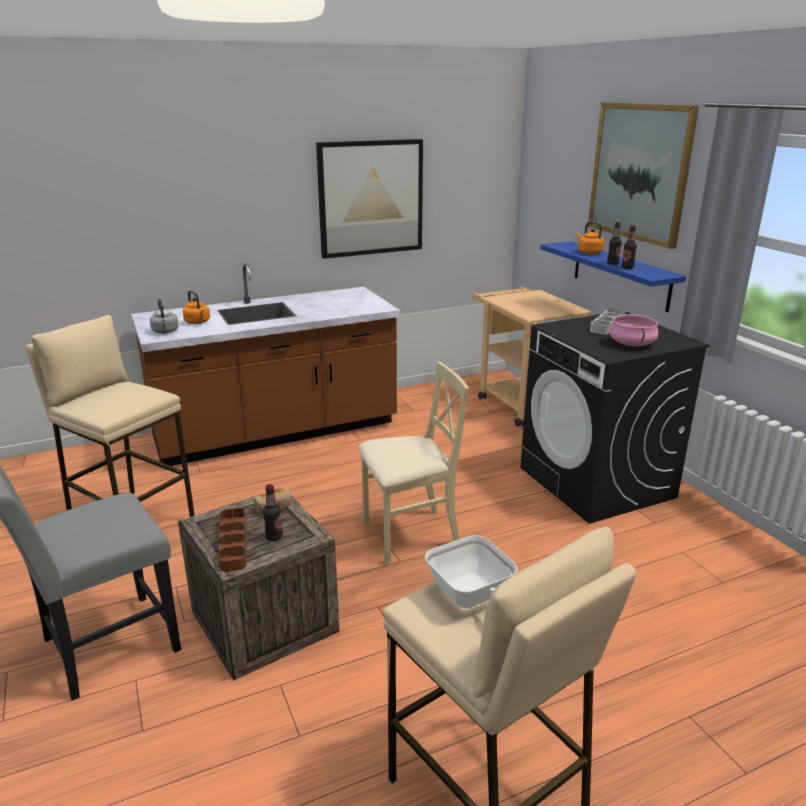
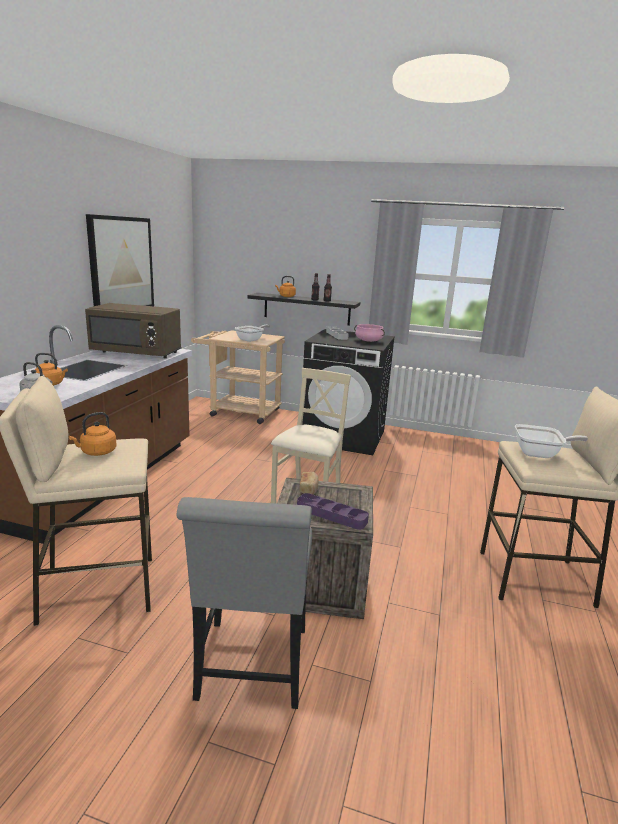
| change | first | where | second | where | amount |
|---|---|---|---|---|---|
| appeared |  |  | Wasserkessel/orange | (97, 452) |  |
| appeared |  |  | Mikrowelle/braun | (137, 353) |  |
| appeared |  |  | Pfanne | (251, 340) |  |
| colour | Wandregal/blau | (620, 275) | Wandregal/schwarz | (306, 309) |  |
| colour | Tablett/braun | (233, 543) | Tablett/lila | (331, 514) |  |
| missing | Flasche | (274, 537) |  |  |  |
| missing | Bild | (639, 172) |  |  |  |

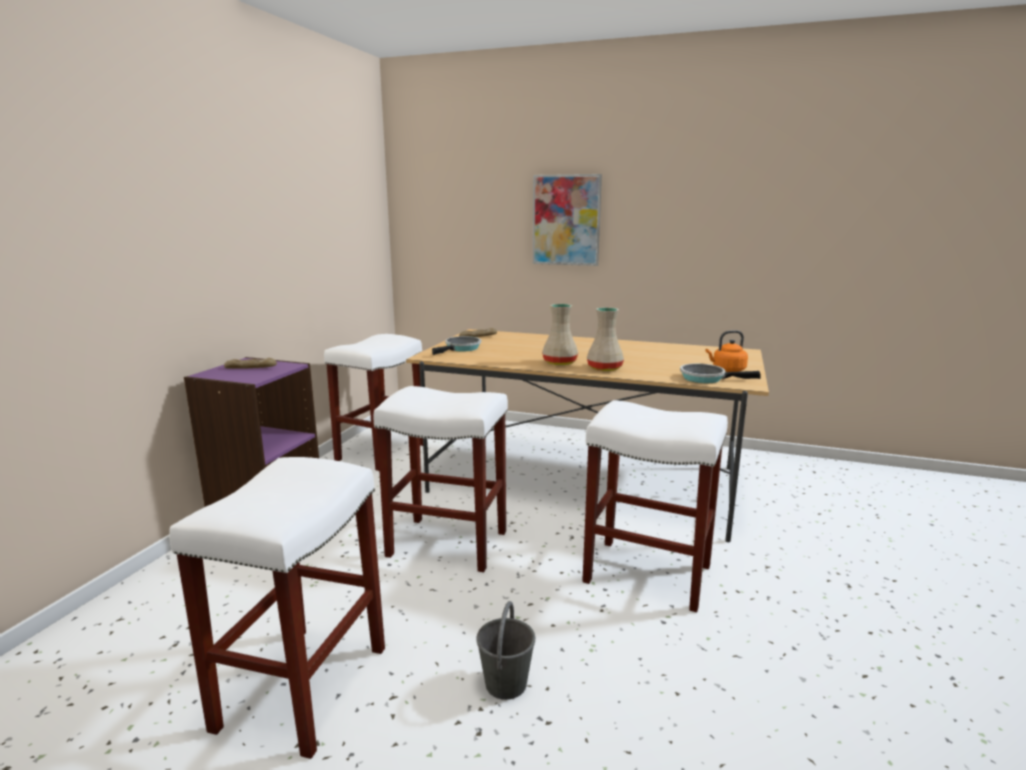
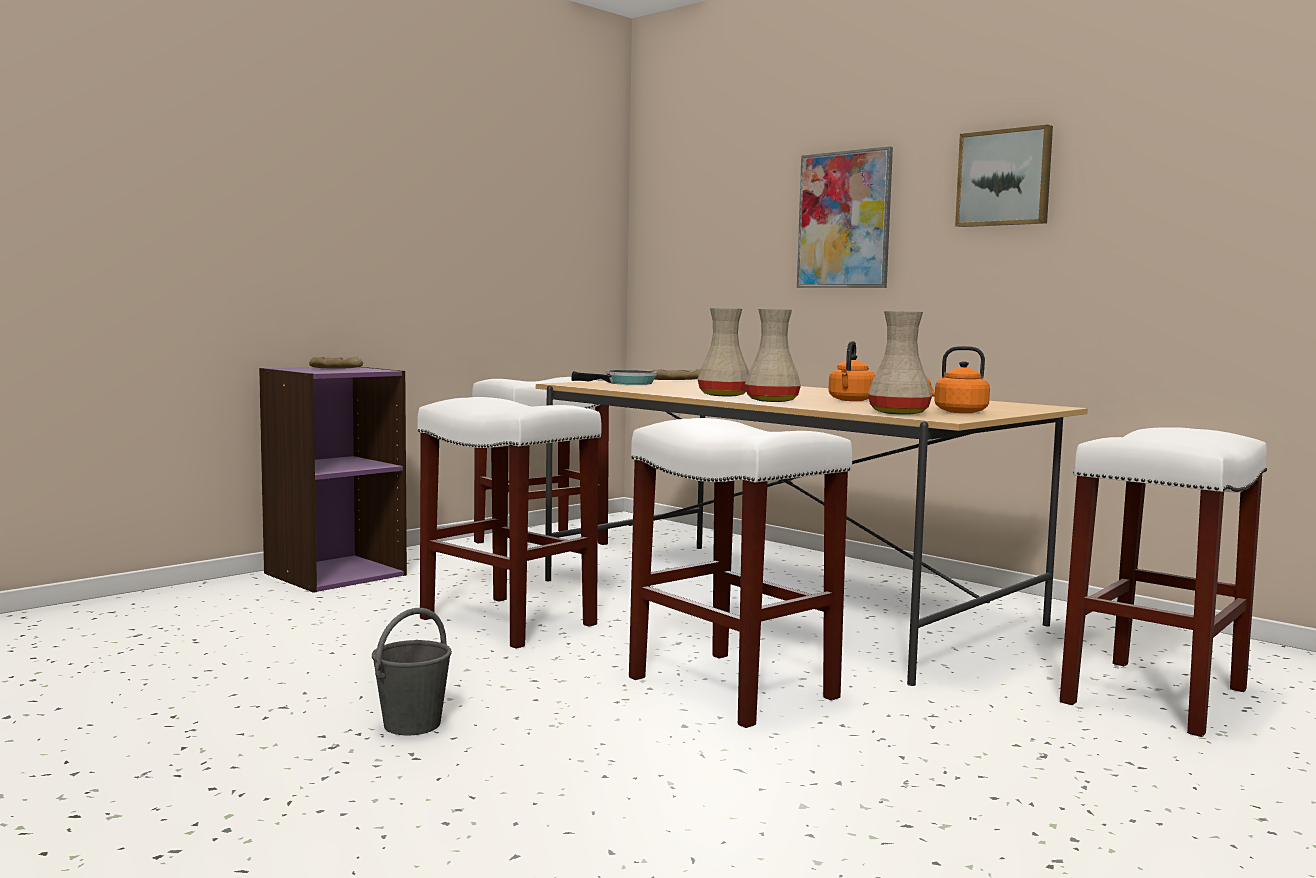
| change | first | where | second | where | amount |
|---|---|---|---|---|---|
| appeared |  |  | Wasserkessel/orange | (851, 400) |  |
| exchanged | Pfanne | (706, 378) | Vase/beige | (897, 412) |  |
| appeared |  |  | Bild | (1005, 178) |  |
| relocated | Hocker/weiß | (303, 689) |  | (1155, 697) |  |

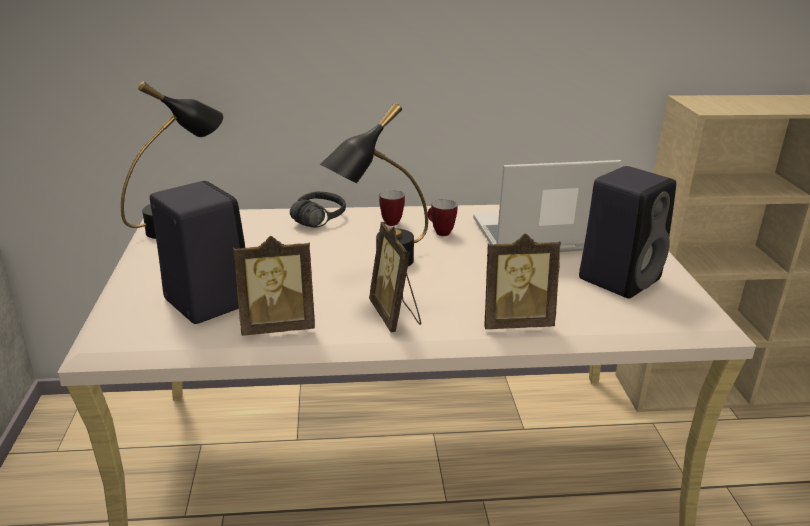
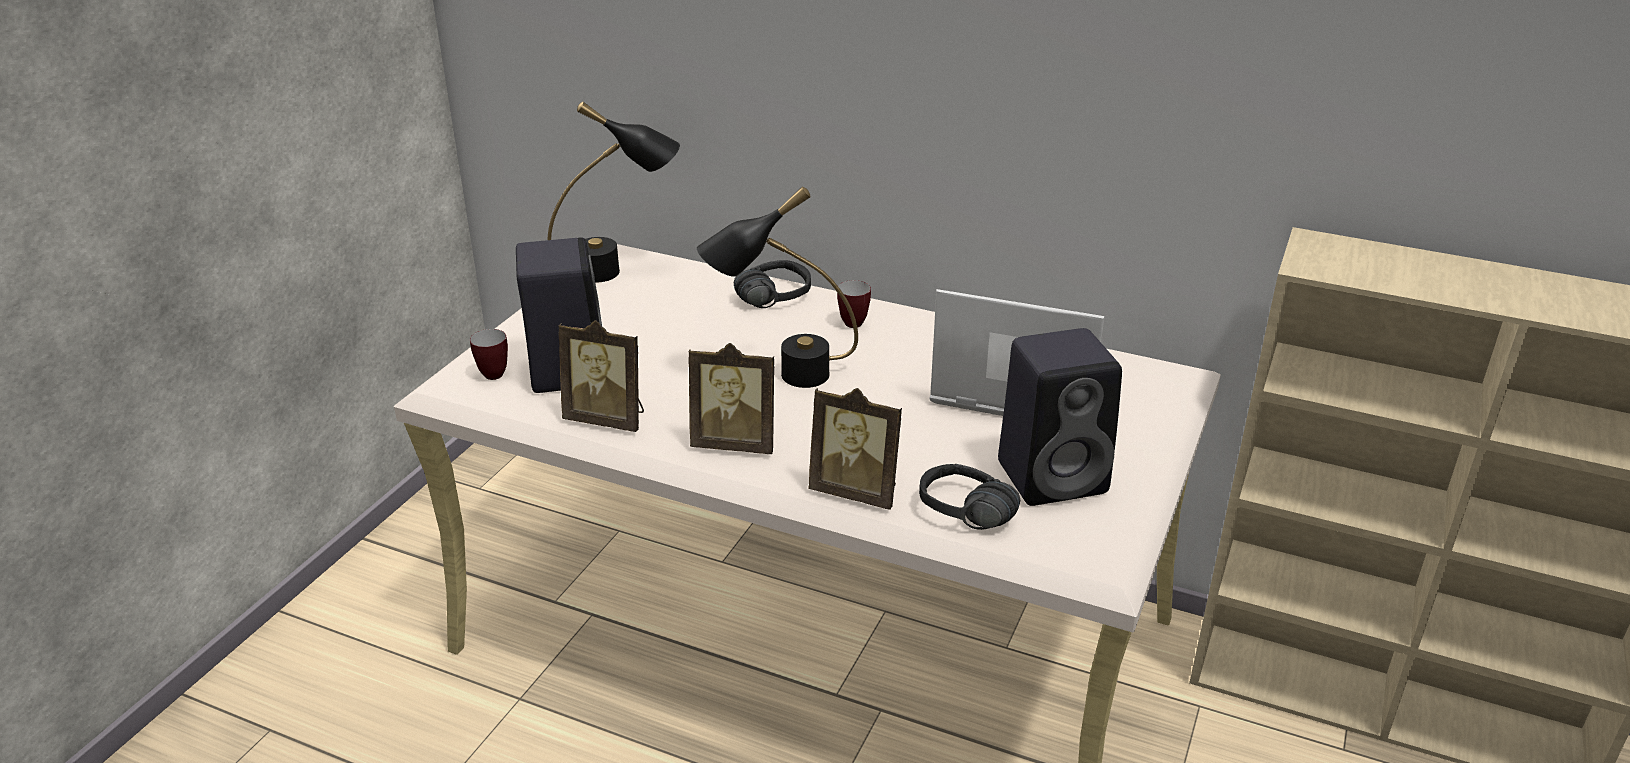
| change | first | where | second | where | amount |
|---|---|---|---|---|---|
| relocated | Henkelbecher | (439, 232) |  | (492, 372) |  |
| spun | Bilderrahmen | (395, 315) |  | (735, 443) | 90 degrees counterclockwise |
| appeared |  |  | Kopfhörer/schwarz | (960, 520) |  |

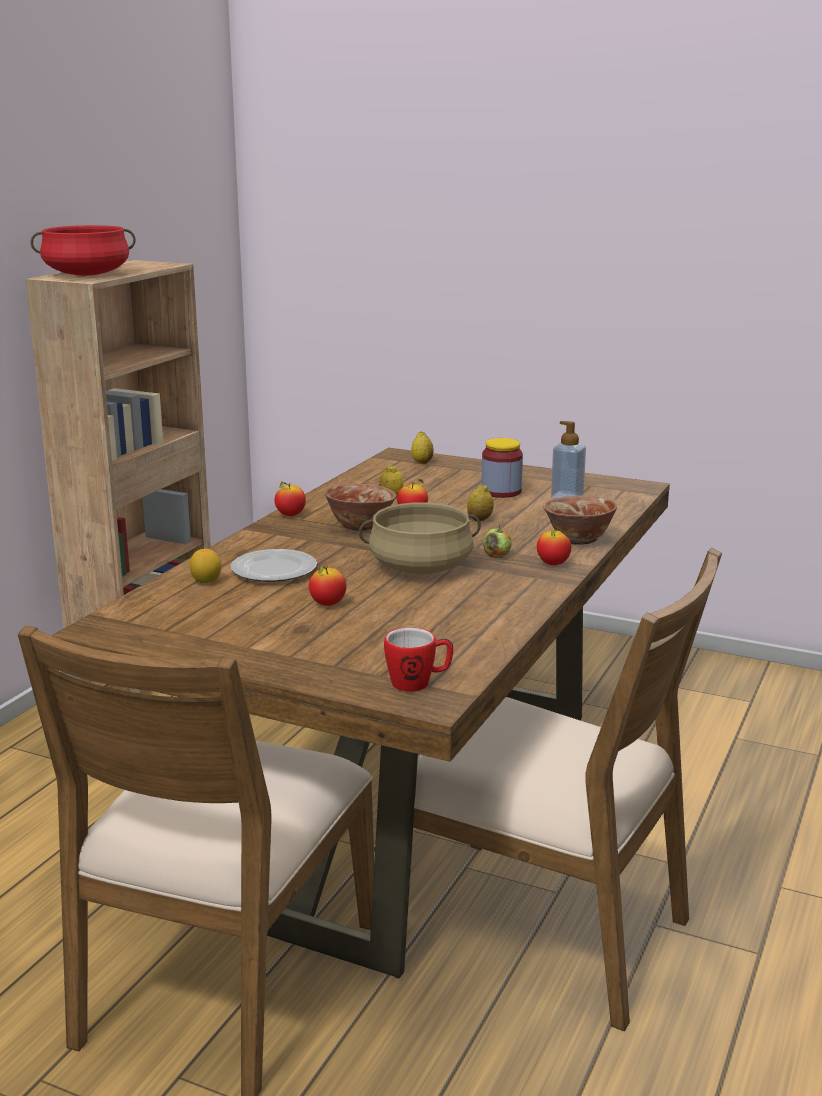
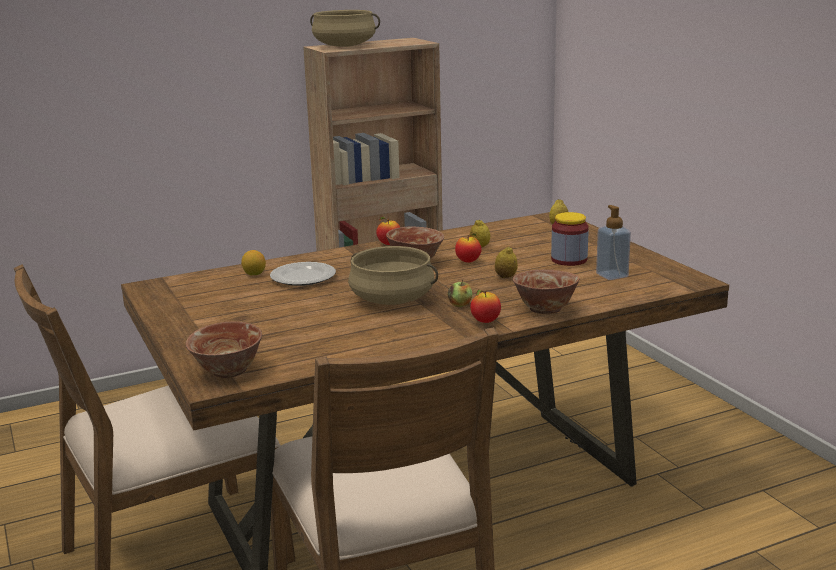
| change | first | where | second | where | amount |
|---|---|---|---|---|---|
| exchanged | Henkelbecher | (418, 683) | Schüssel | (228, 371) |  |
| colour | Kochtopf/rot | (87, 274) | Kochtopf/beige | (345, 46) |  |
| missing | Apfel | (327, 604) |  |  |  |

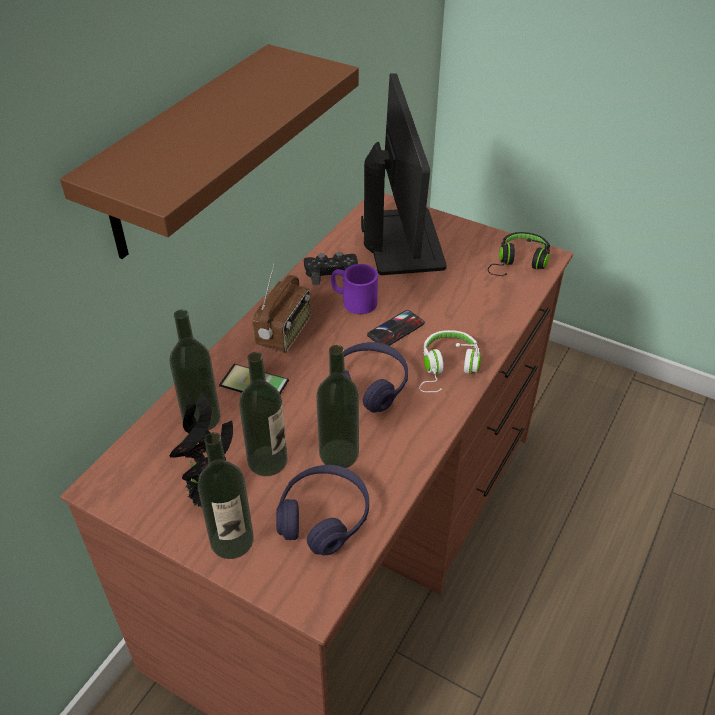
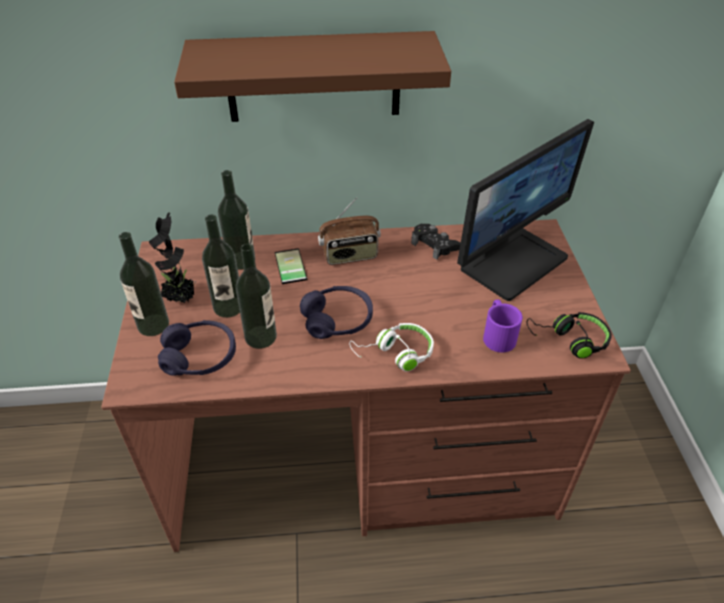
| change | first | where | second | where | amount |
|---|---|---|---|---|---|
| relocated | Henkelbecher/lila | (353, 300) |  | (497, 334) |  |
| missing | Handy | (396, 329) |  |  |  |

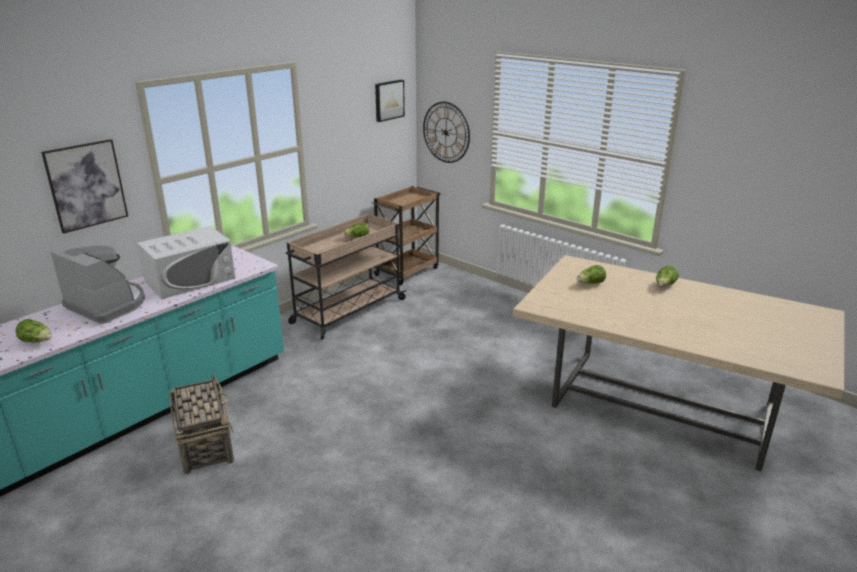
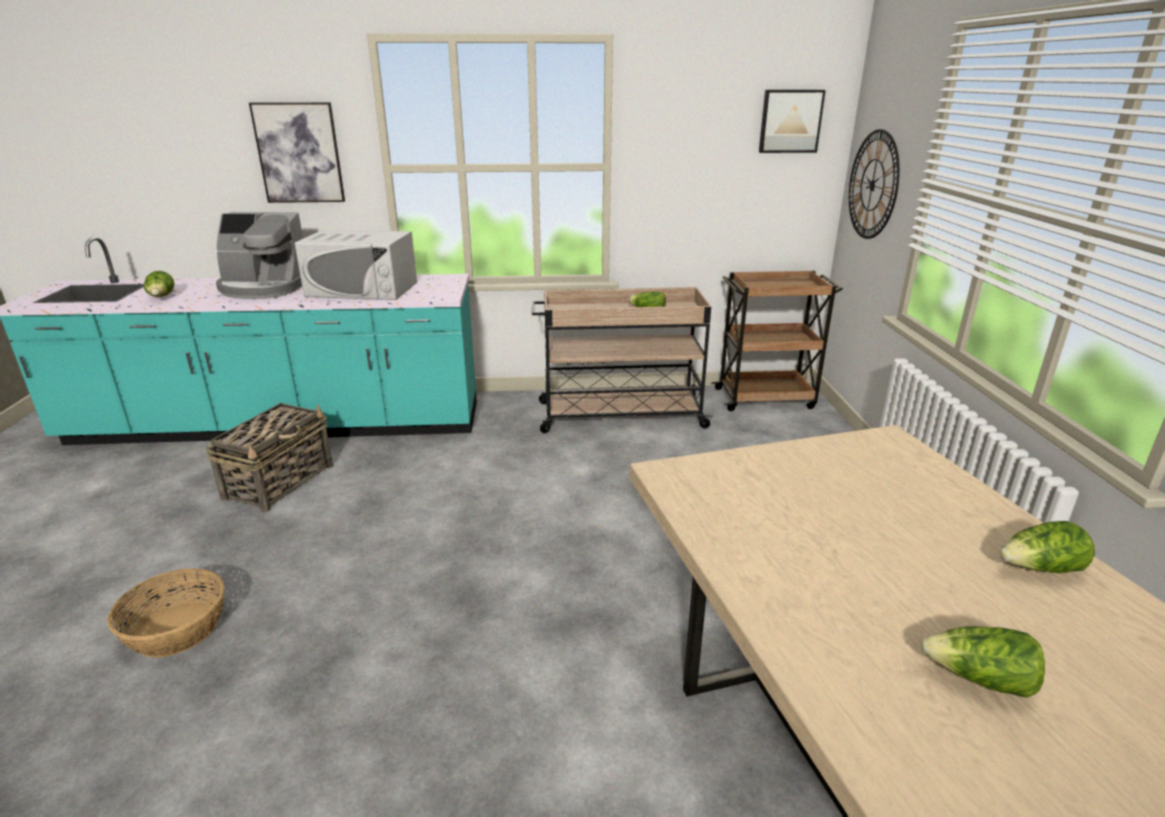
| change | first | where | second | where | amount |
|---|---|---|---|---|---|
| appeared |  |  | Korb | (176, 629) |  |
| spun | Kaffeemaschine | (108, 305) |  | (264, 288) | 105 degrees clockwise |
| relocated | Salatkopf | (590, 283) |  | (979, 680) |  |

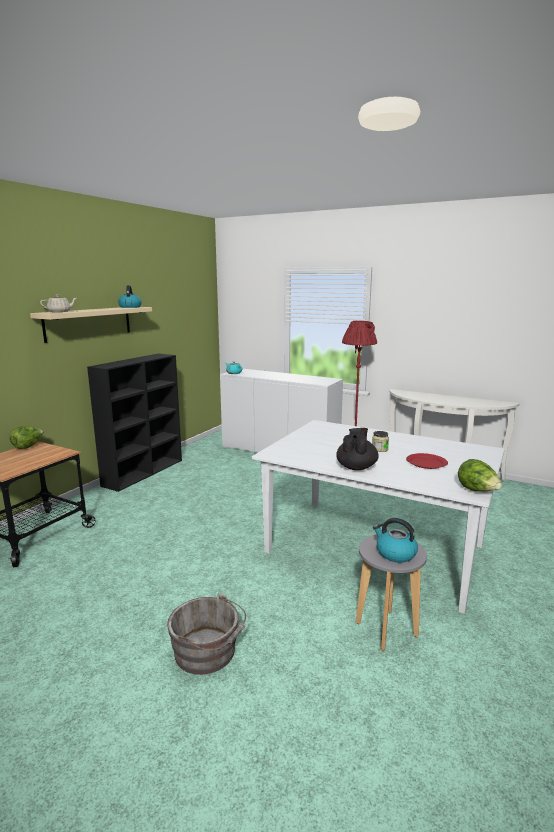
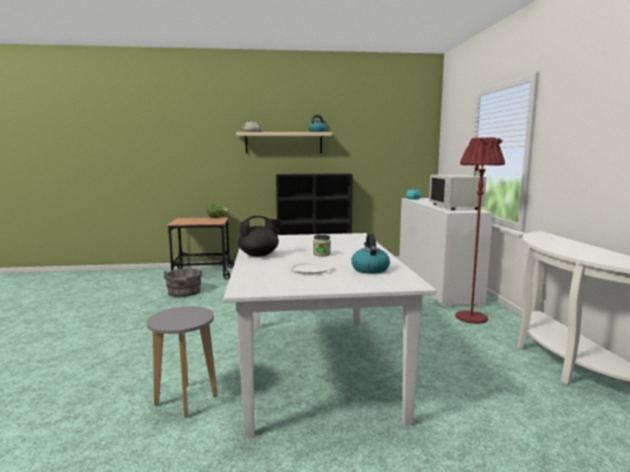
| change | first | where | second | where | amount |
|---|---|---|---|---|---|
| relocated | Eimer/grau | (208, 652) |  | (184, 292) |  |
| colour | Teller/rot | (426, 463) | Teller/weiß | (310, 269) |  |
| relocated | Wasserkessel | (395, 553) |  | (369, 269) |  |
| appeared |  |  | Mikrowelle/weiß | (455, 207) |  |
| missing | Salatkopf | (477, 491) |  |  |  |

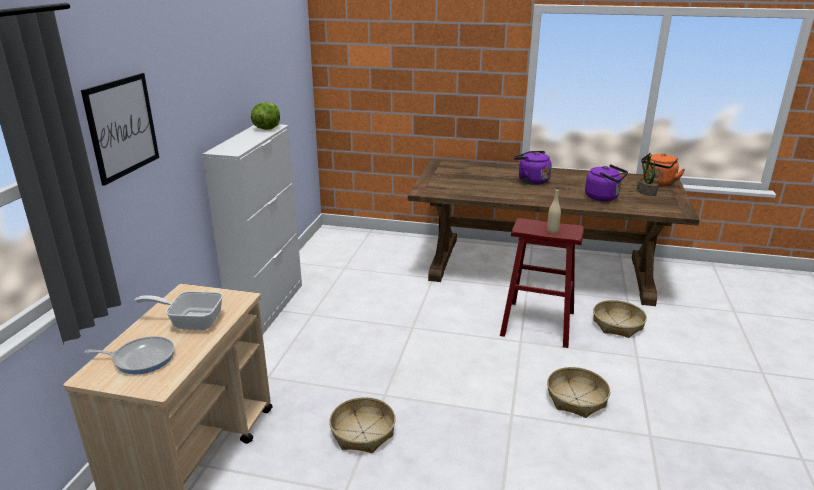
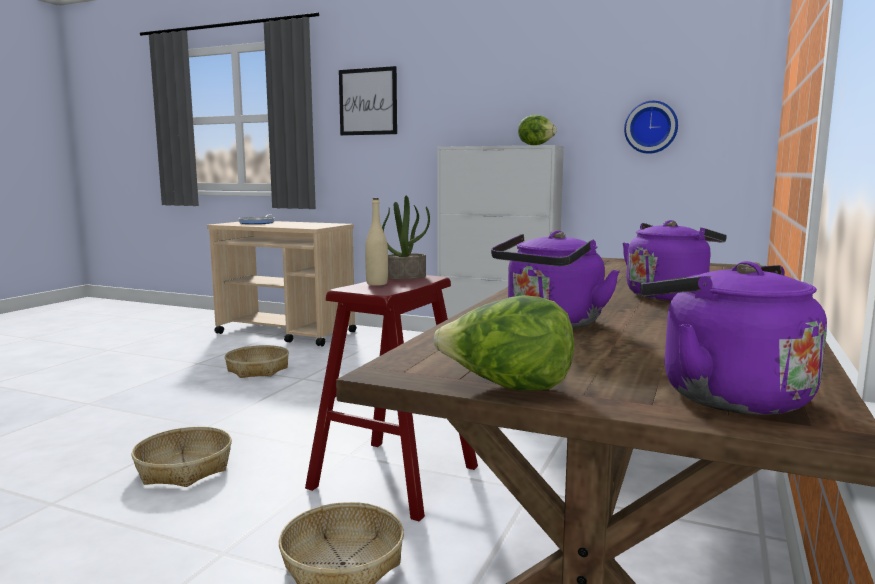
| change | first | where | second | where | amount |
|---|---|---|---|---|---|
| relocated | Topfpflanze | (645, 192) |  | (405, 276) |  |
| appeared |  |  | Salatkopf | (507, 388) |  |
| appeared |  |  | Wanduhr | (651, 127) |  |
| colour | Wasserkessel/orange | (658, 183) | Wasserkessel/lila | (724, 395) |  |
| missing | Pfanne | (191, 321) |  |  |  |

